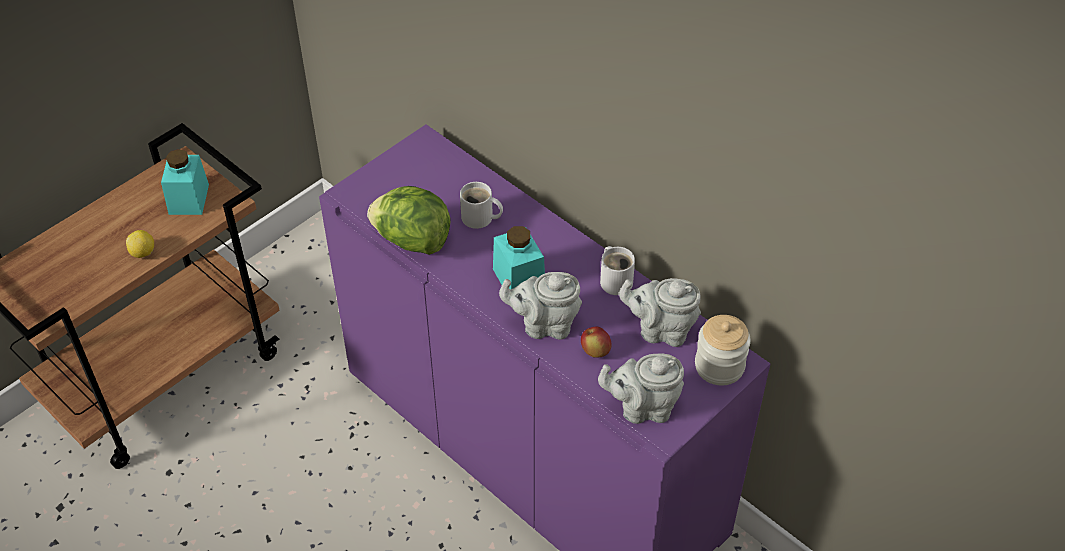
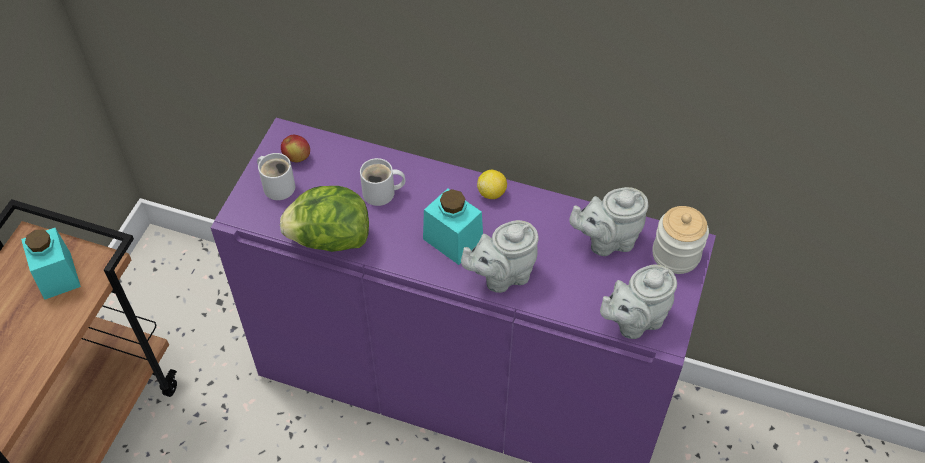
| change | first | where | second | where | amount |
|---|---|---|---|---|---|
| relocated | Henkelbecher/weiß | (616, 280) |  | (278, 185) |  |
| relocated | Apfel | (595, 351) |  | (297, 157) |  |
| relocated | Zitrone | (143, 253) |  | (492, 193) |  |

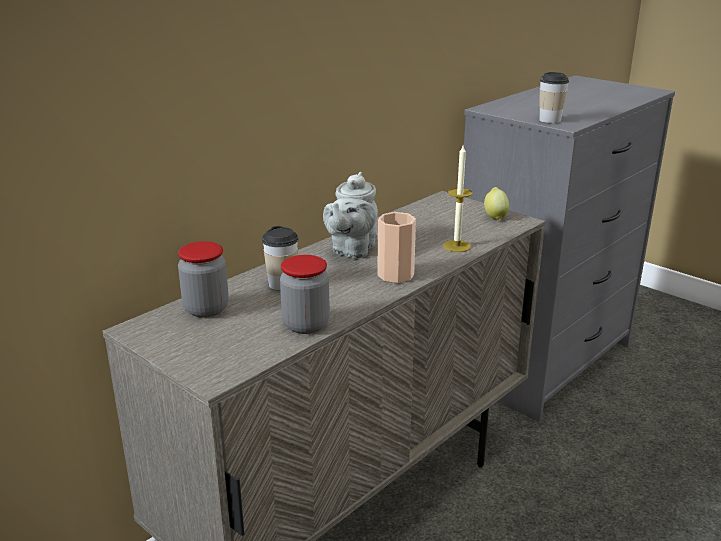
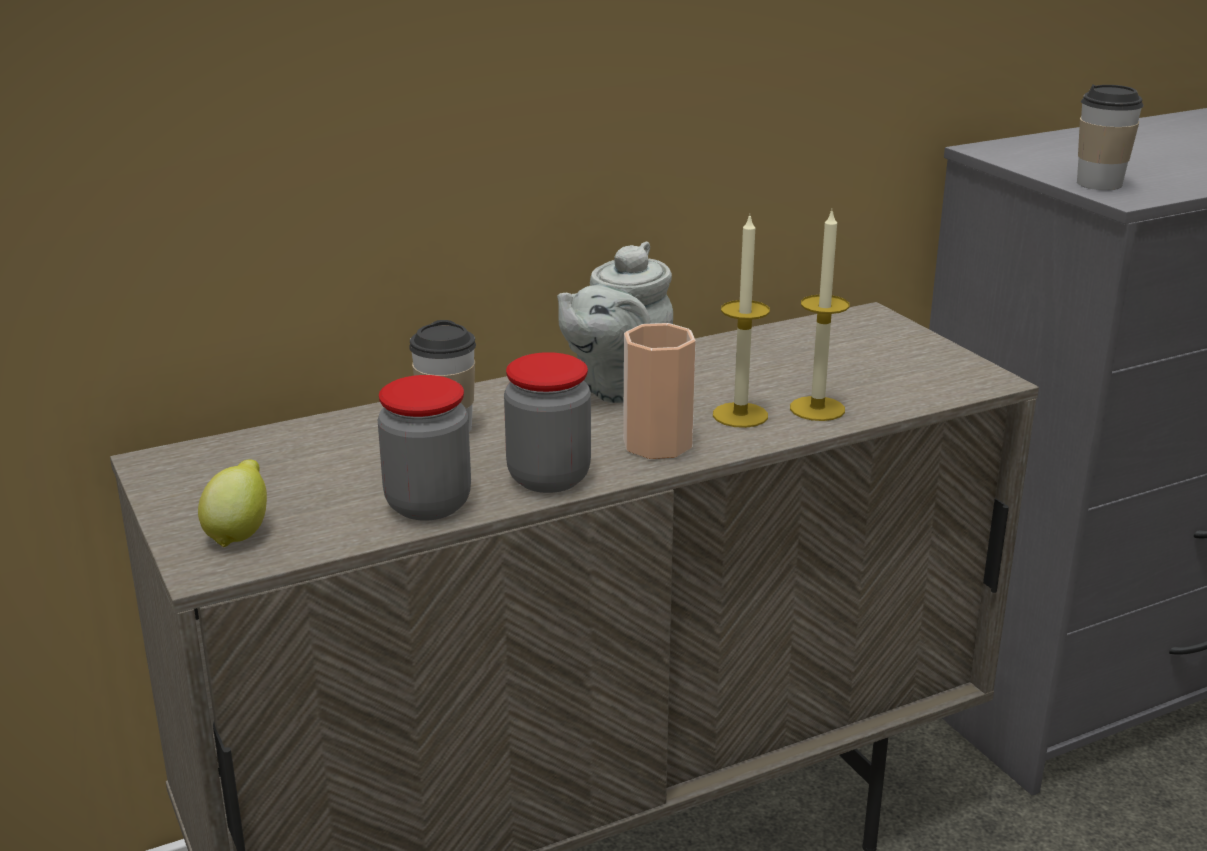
| change | first | where | second | where | amount |
|---|---|---|---|---|---|
| relocated | Zitrone | (495, 216) |  | (239, 533) |  |
| relocated | Vorratsglas | (206, 309) |  | (549, 478) |  |
| appeared |  |  | Kerze | (740, 415) |  |

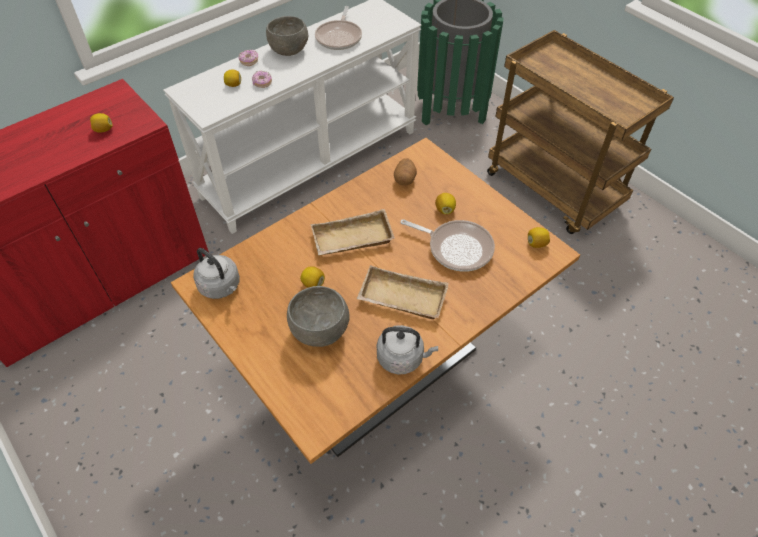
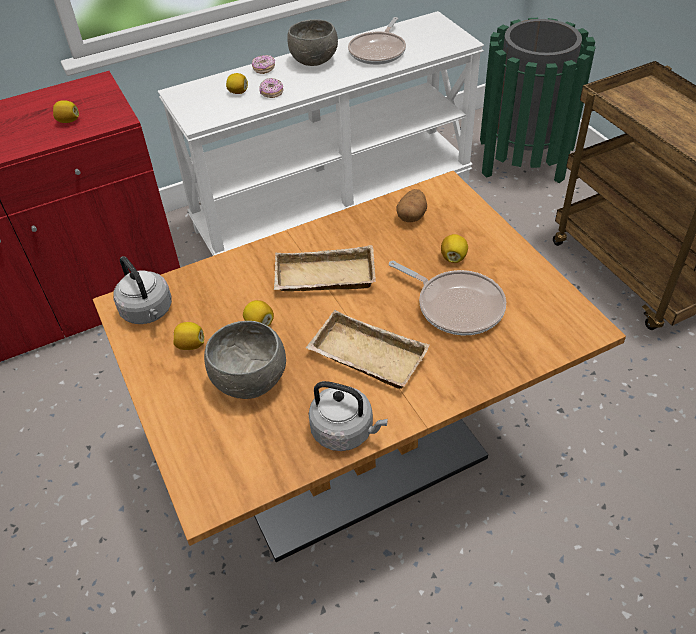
| change | first | where | second | where | amount |
|---|---|---|---|---|---|
| relocated | Zitrone | (536, 244) |  | (190, 345) |  |

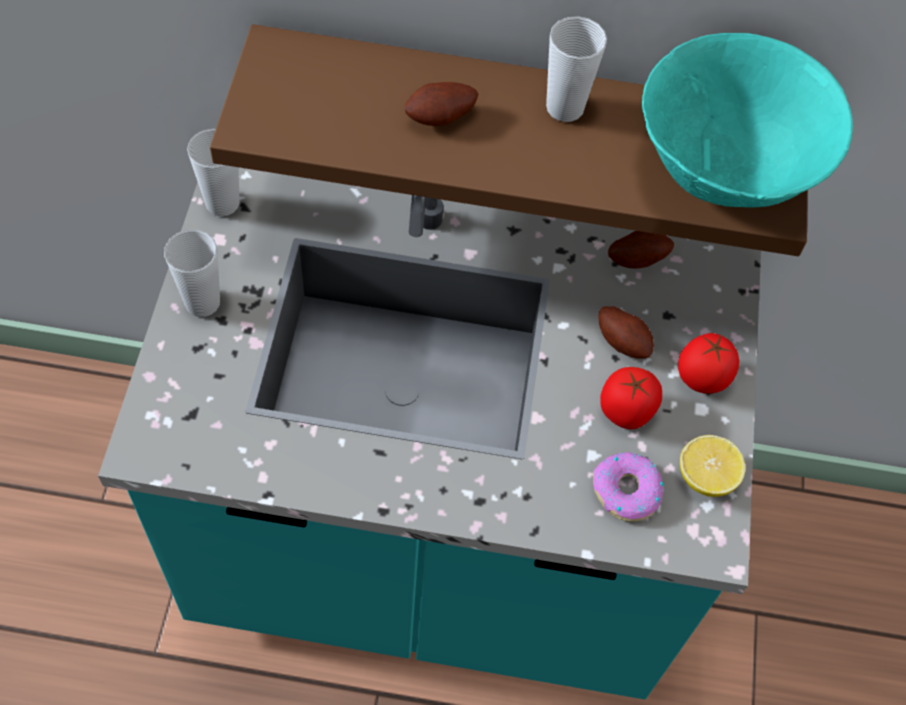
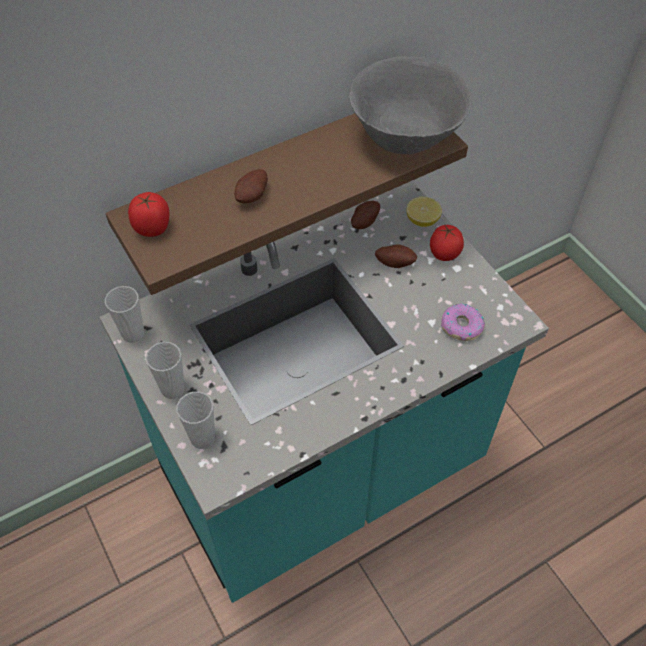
| change | first | where | second | where | amount |
|---|---|---|---|---|---|
| relocated | Tomate | (626, 411) |  | (153, 228) |  |
| relocated | Tasse | (565, 108) |  | (203, 438) |  |
| colour | Schüssel/türkis | (724, 174) | Schüssel/grau | (406, 139) |  |
| relocated | Zitrone | (705, 477) |  | (422, 220) |  |

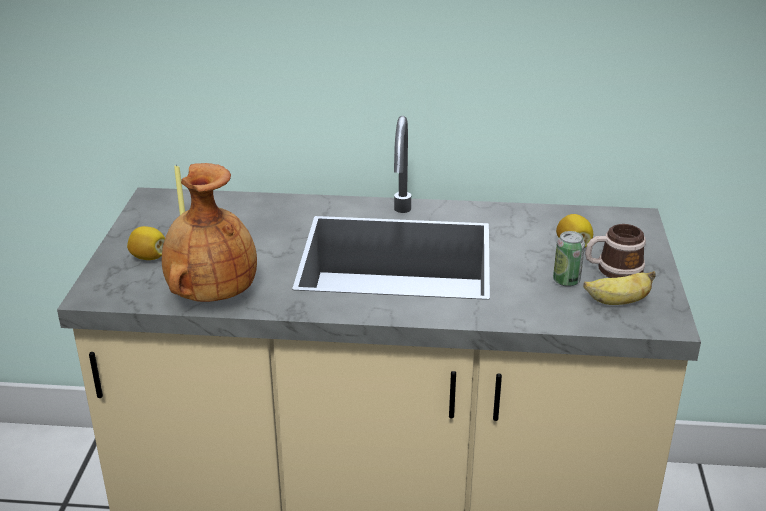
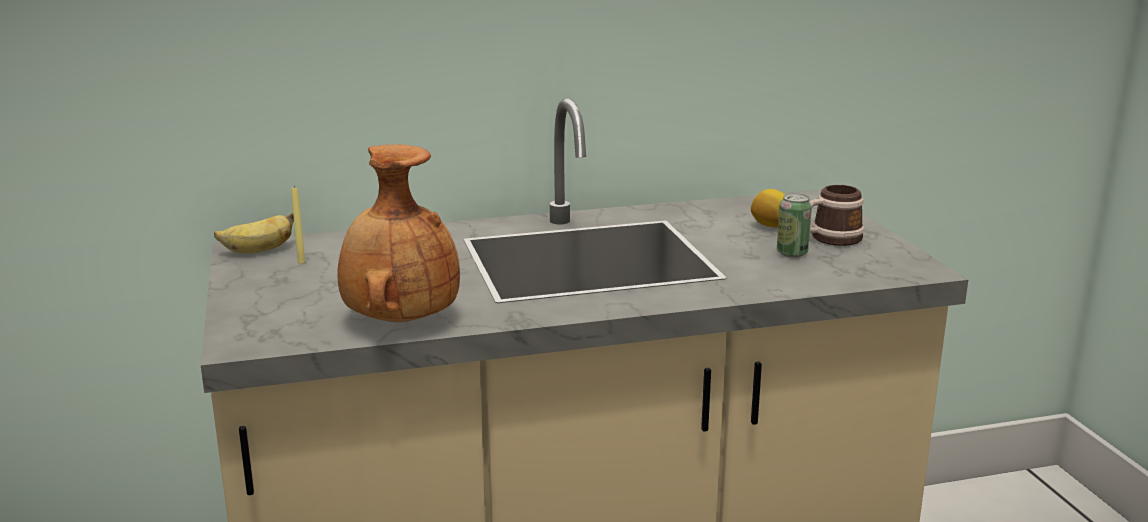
| change | first | where | second | where | amount |
|---|---|---|---|---|---|
| relocated | Banane | (617, 302) |  | (258, 251) |  |
| missing | Zitrone | (149, 257) |  |  |  |

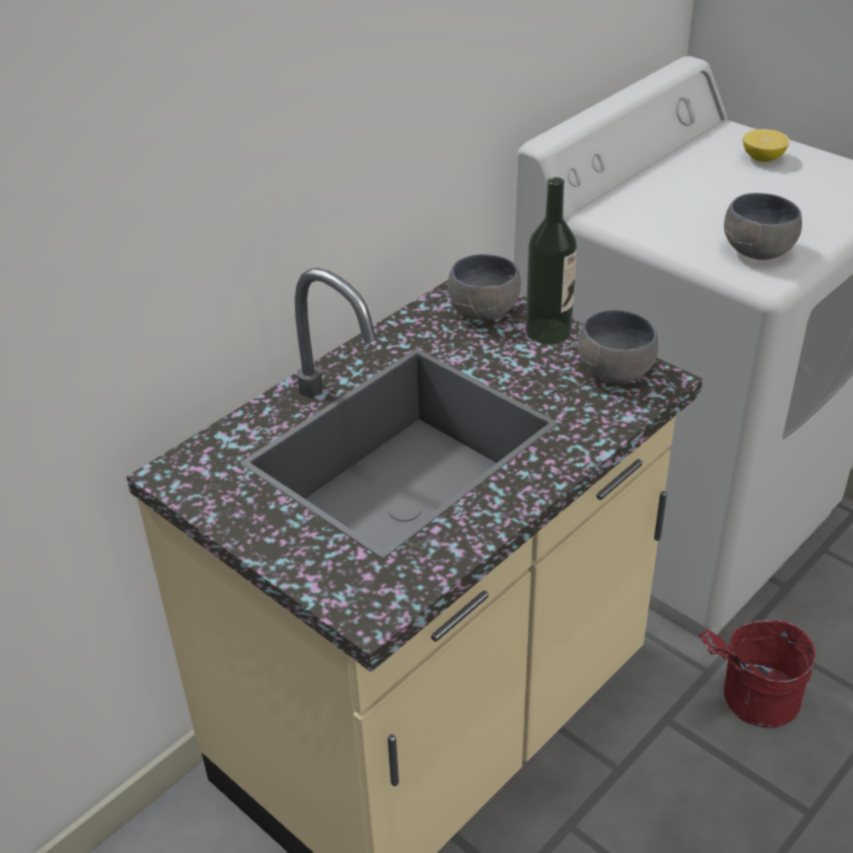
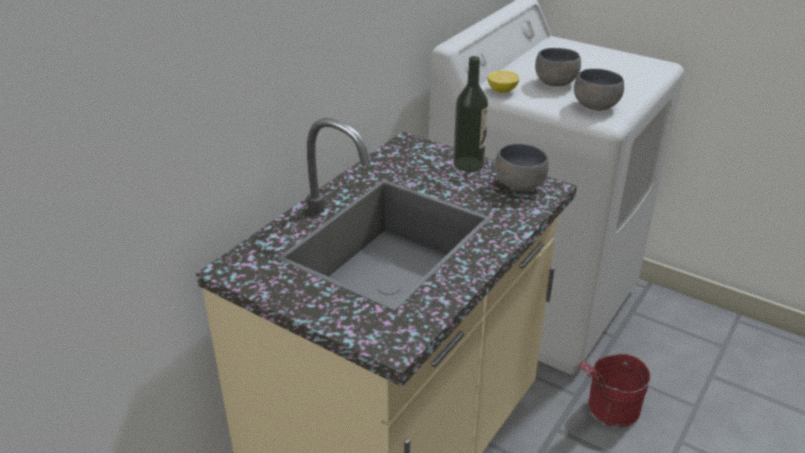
| change | first | where | second | where | amount |
|---|---|---|---|---|---|
| relocated | Zitrone | (763, 158) |  | (502, 91) |  |
| relocated | Schüssel/grau | (485, 310) |  | (555, 82) |  |

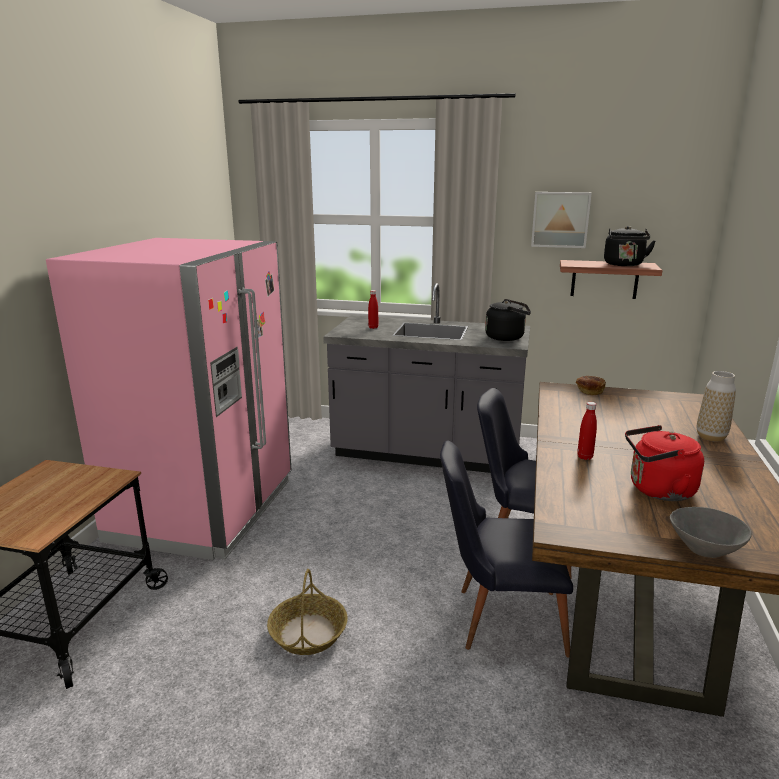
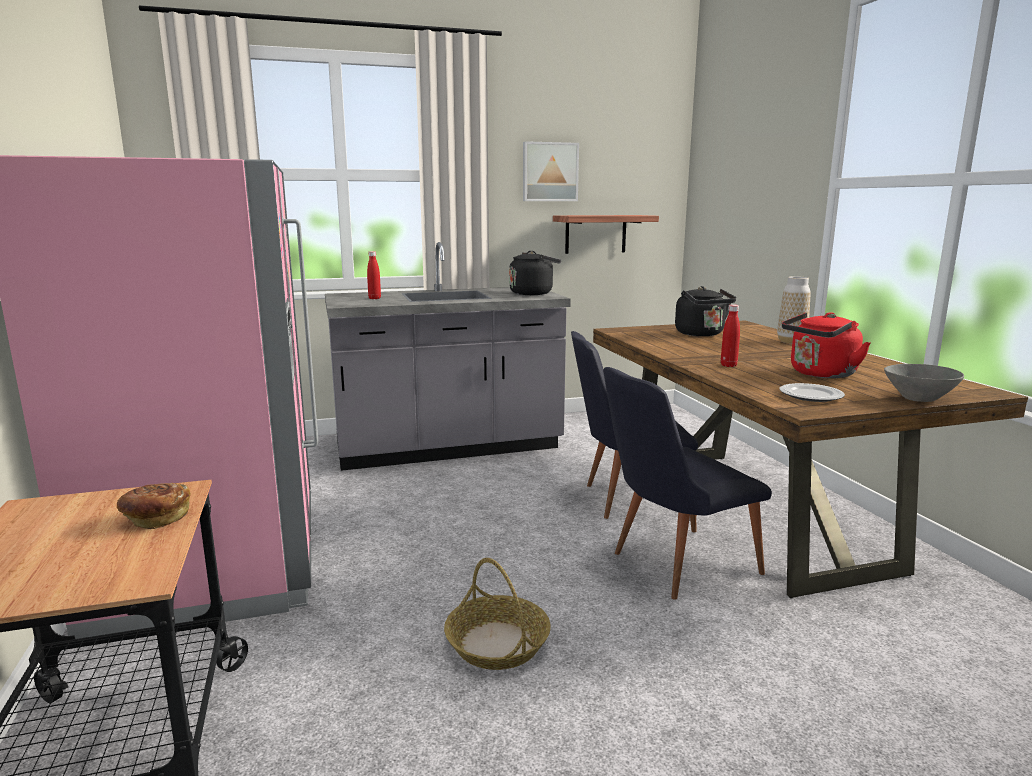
| change | first | where | second | where | amount |
|---|---|---|---|---|---|
| relocated | Brot | (589, 391) |  | (156, 519) |  |
| relocated | Wasserkessel/schwarz | (624, 265) |  | (701, 334) |  |
| appeared |  |  | Teller | (811, 395) |  |

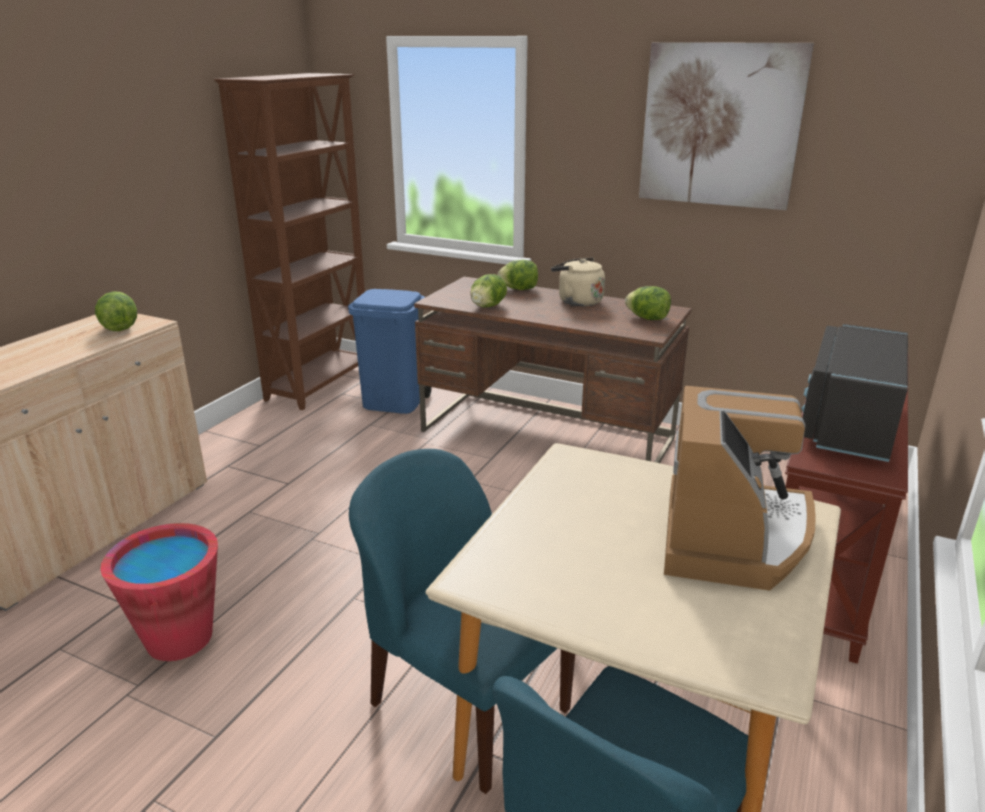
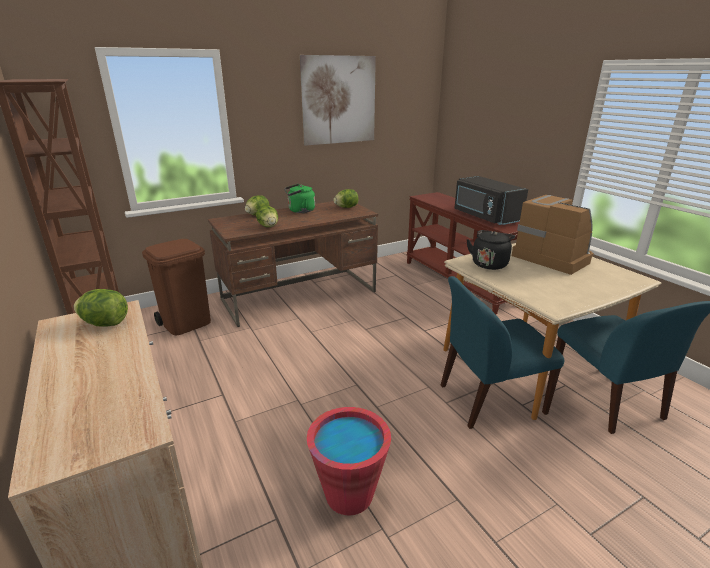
| change | first | where | second | where | amount |
|---|---|---|---|---|---|
| colour | Mülleimer/blau | (394, 402) | Mülleimer/braun | (187, 323) |  |
| colour | Wasserkessel/beige | (577, 301) | Wasserkessel/grün | (300, 211) |  |
| appeared |  |  | Wasserkessel/schwarz | (489, 263) |  |

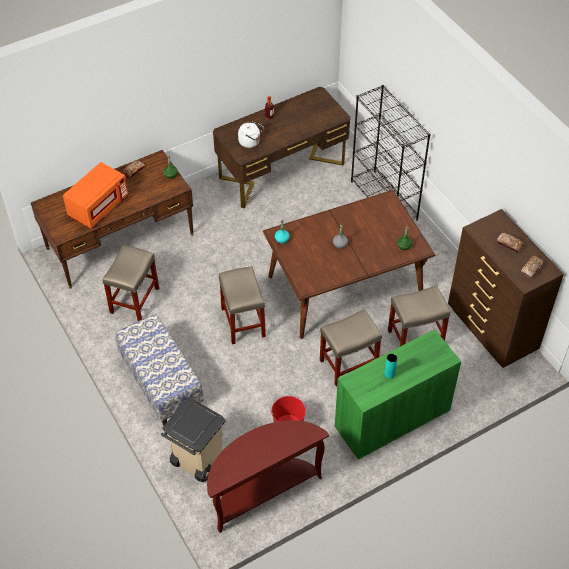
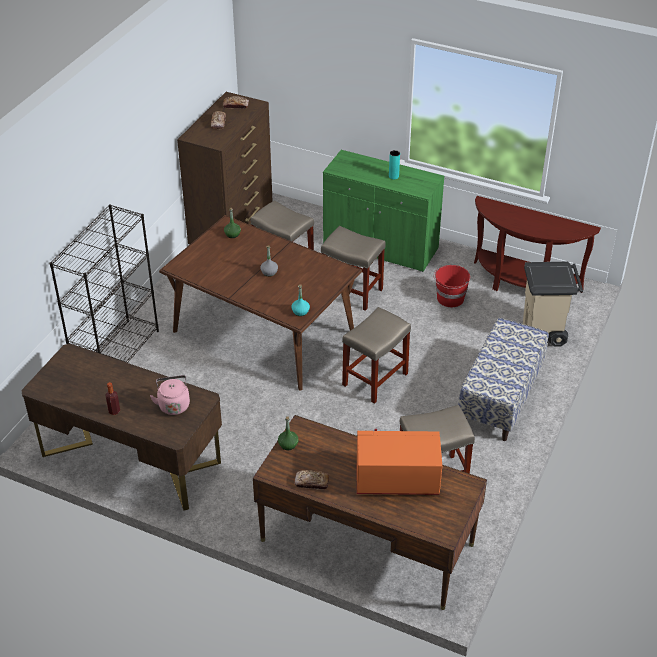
| change | first | where | second | where | amount |
|---|---|---|---|---|---|
| colour | Wasserkessel/weiß | (251, 142) | Wasserkessel/rosa | (173, 404) |  |

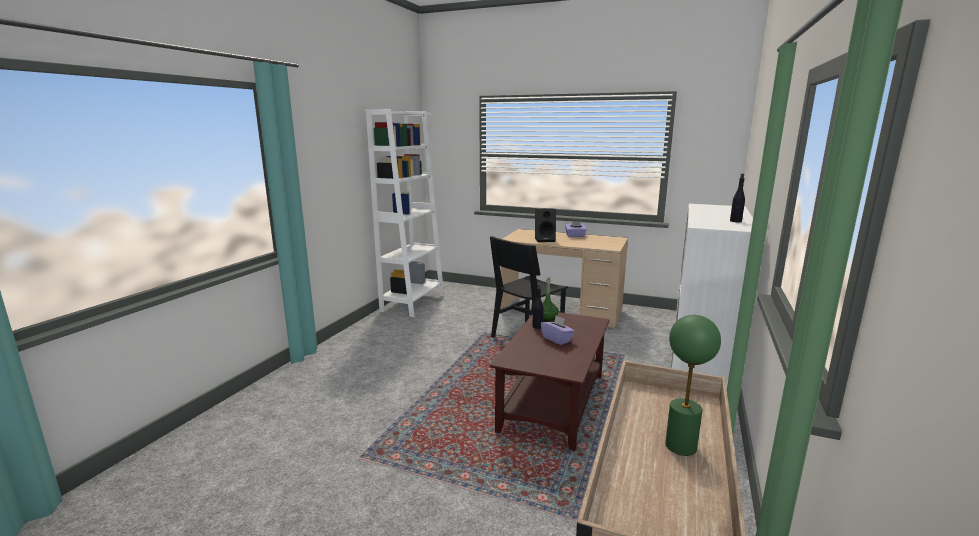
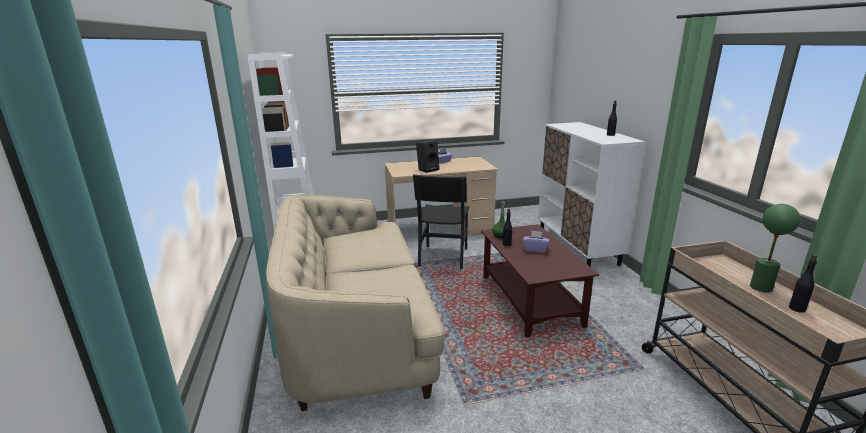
| change | first | where | second | where | amount |
|---|---|---|---|---|---|
| appeared |  |  | Sofa/beige | (356, 328) |  |
| appeared |  |  | Flasche/schwarz | (797, 308) |  |

